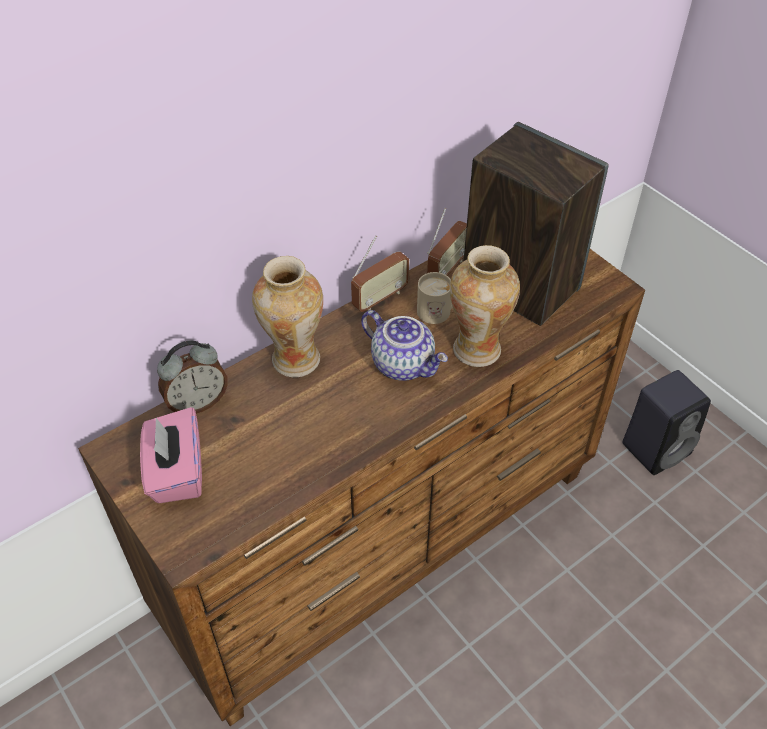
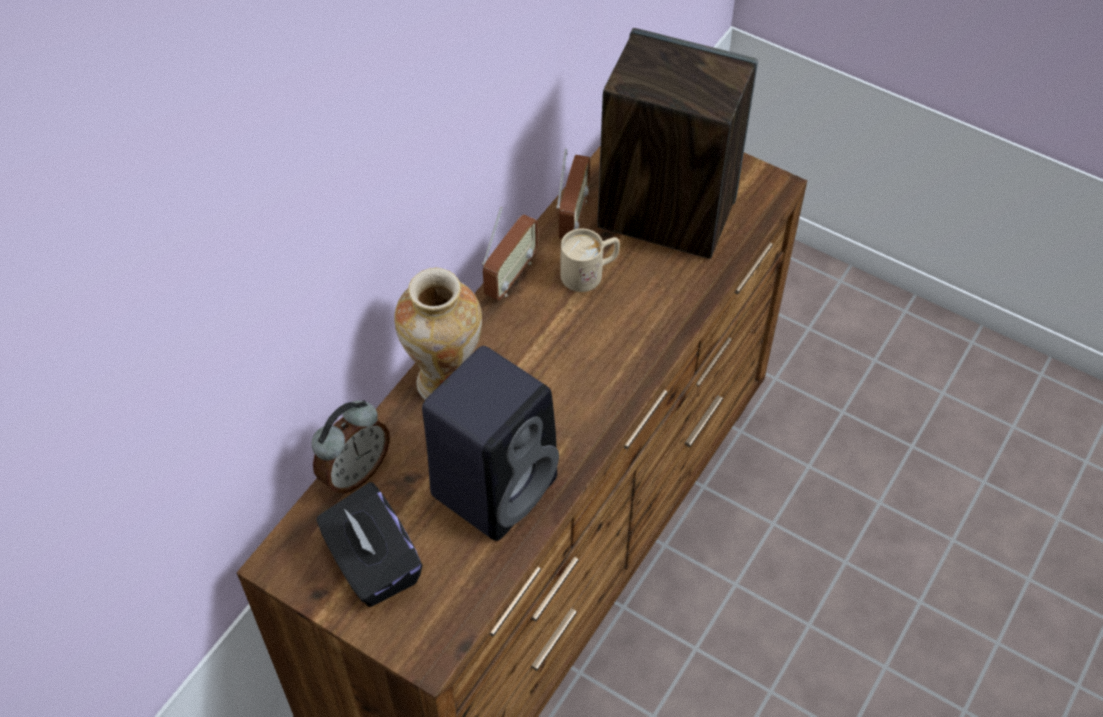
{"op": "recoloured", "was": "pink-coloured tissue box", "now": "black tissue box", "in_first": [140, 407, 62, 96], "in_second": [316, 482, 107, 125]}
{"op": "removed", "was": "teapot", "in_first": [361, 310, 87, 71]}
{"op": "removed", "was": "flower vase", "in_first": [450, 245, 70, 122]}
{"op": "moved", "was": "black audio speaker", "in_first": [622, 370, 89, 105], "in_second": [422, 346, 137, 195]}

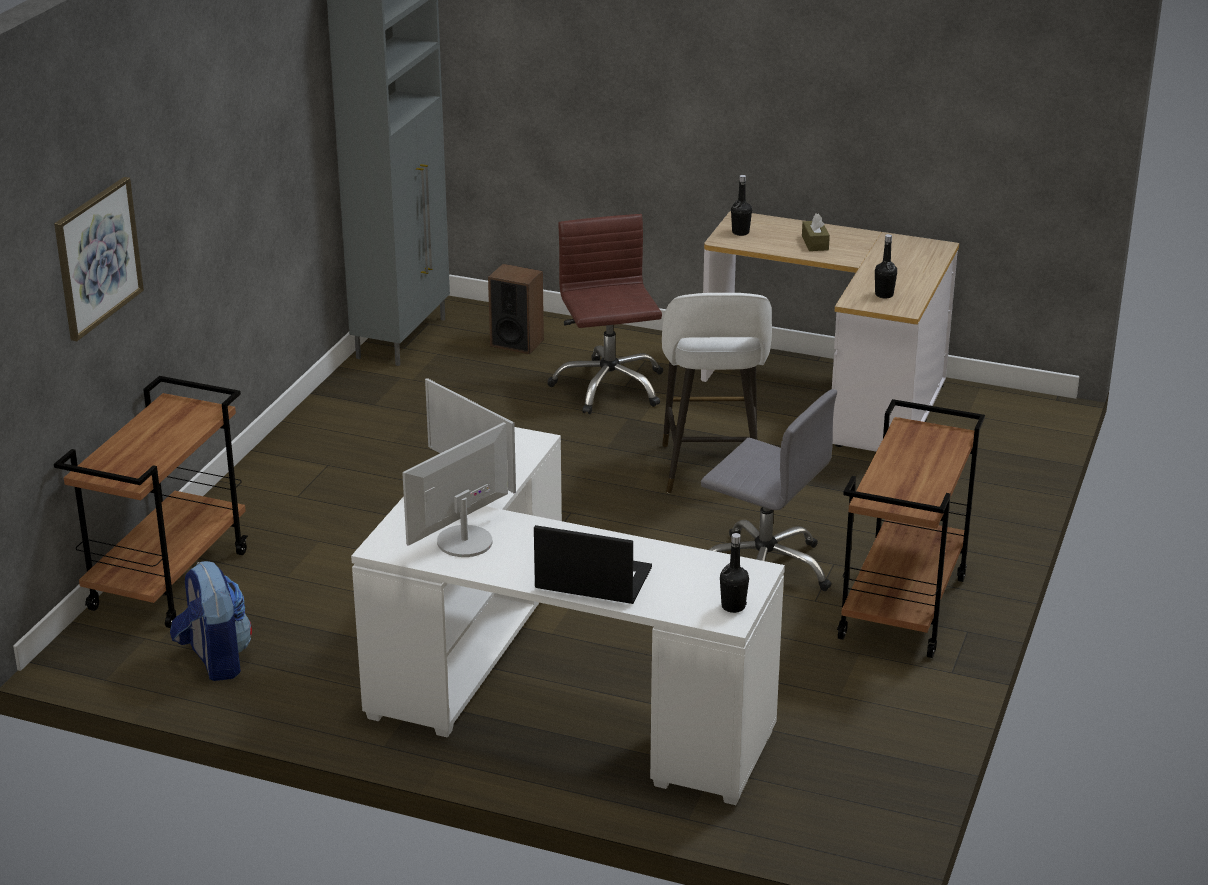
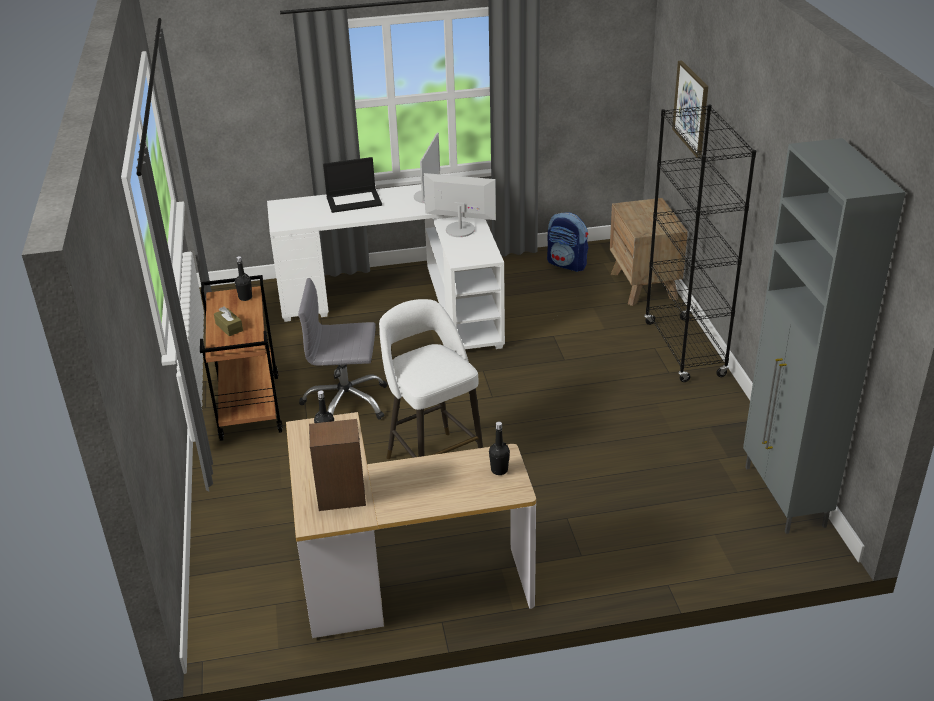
{"op": "replaced", "was": "brown cart", "now": "brown night table", "in_first": [54, 376, 194, 252], "in_second": [610, 198, 78, 108]}
{"op": "moved", "was": "audio speaker", "in_first": [488, 264, 56, 90], "in_second": [309, 419, 57, 92]}
{"op": "removed", "was": "brown desk chair", "in_first": [547, 214, 116, 200]}
{"op": "moved", "was": "black drink bottle", "in_first": [720, 533, 29, 80], "in_second": [235, 256, 17, 45]}
{"op": "moved", "was": "brown tissue box", "in_first": [802, 213, 28, 38], "in_second": [214, 306, 29, 30]}
{"op": "added", "now": "black shelving unit", "in_second": [644, 104, 112, 278]}

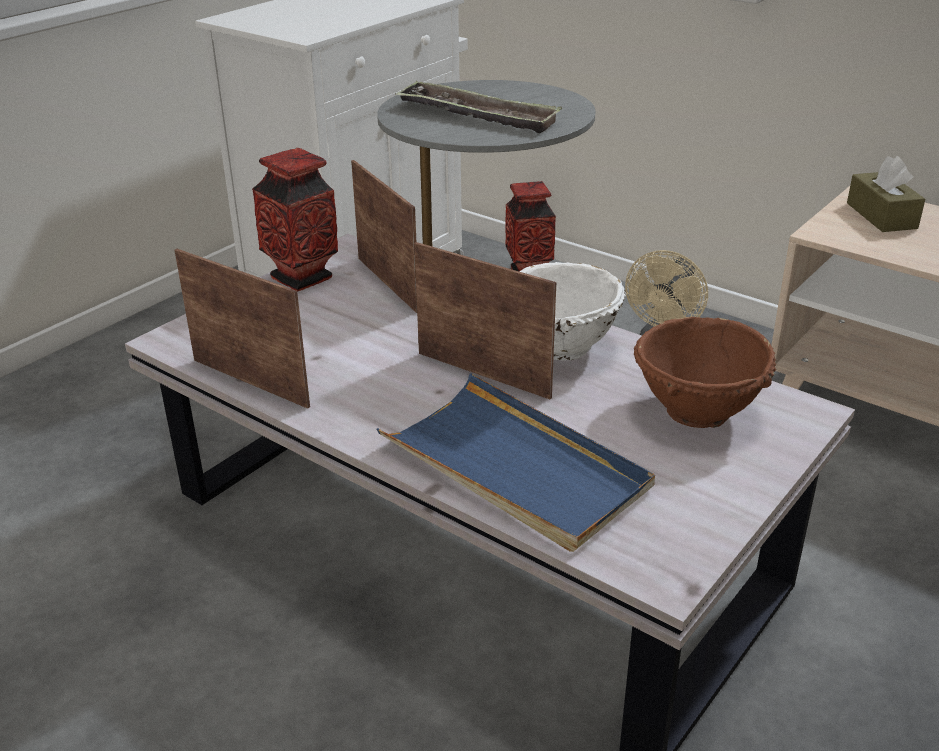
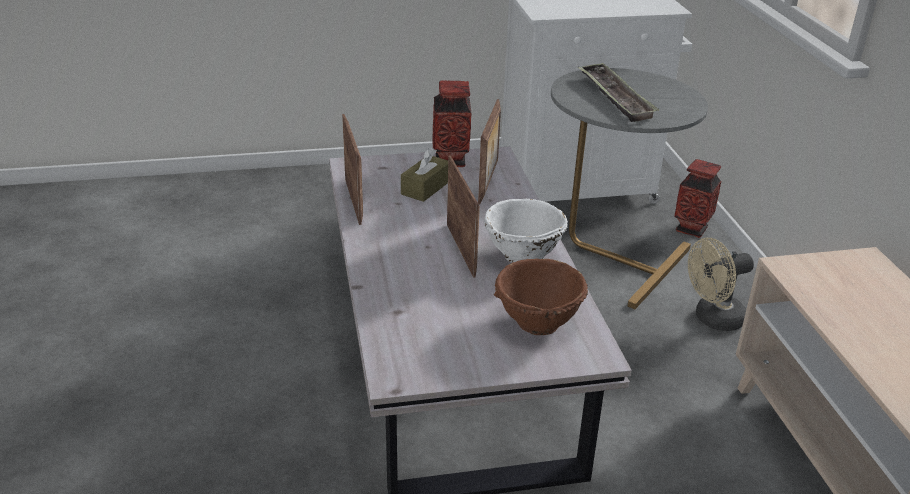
{"op": "removed", "was": "blue-coloured carrying tray", "in_first": [377, 373, 278, 179]}
{"op": "moved", "was": "brown tissue box", "in_first": [847, 156, 78, 76], "in_second": [401, 148, 47, 54]}

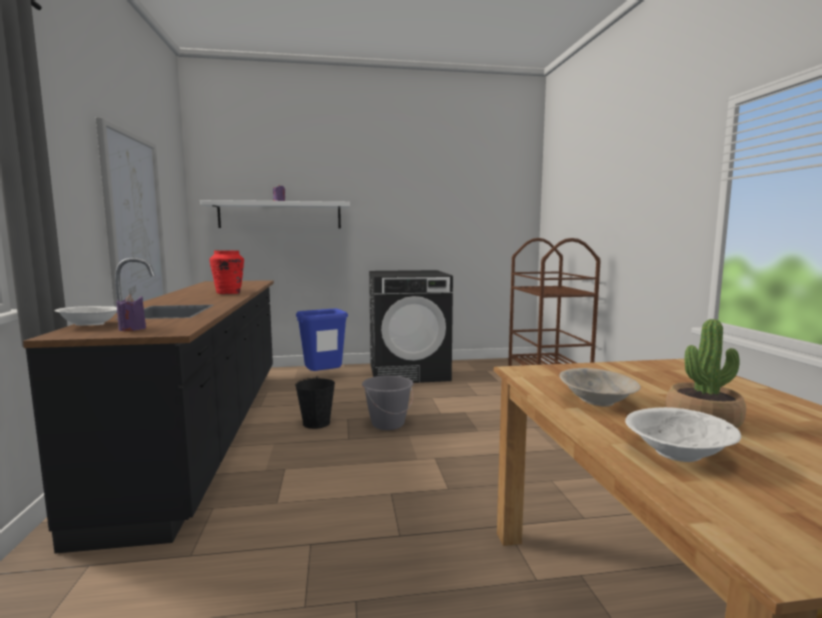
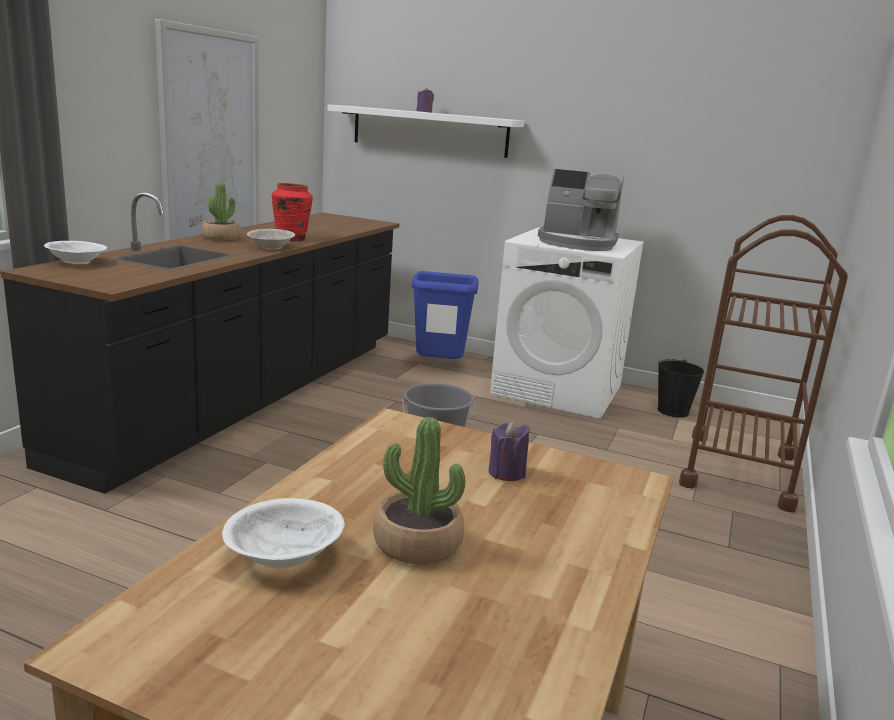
{"op": "moved", "was": "purplish candle", "in_first": [116, 294, 30, 37], "in_second": [488, 421, 41, 60]}
{"op": "moved", "was": "black water bucket", "in_first": [295, 376, 40, 53], "in_second": [658, 359, 46, 59]}
{"op": "recoloured", "was": "black laundry machine", "now": "white-coloured laundry machine", "in_first": [369, 270, 84, 113], "in_second": [490, 227, 154, 192]}
{"op": "moved", "was": "beige-coloured deep dish", "in_first": [559, 368, 82, 39], "in_second": [247, 229, 48, 21]}
{"op": "added", "now": "plant in a pot", "in_second": [201, 181, 39, 60]}
{"op": "added", "now": "coffee maker", "in_second": [538, 169, 86, 82]}

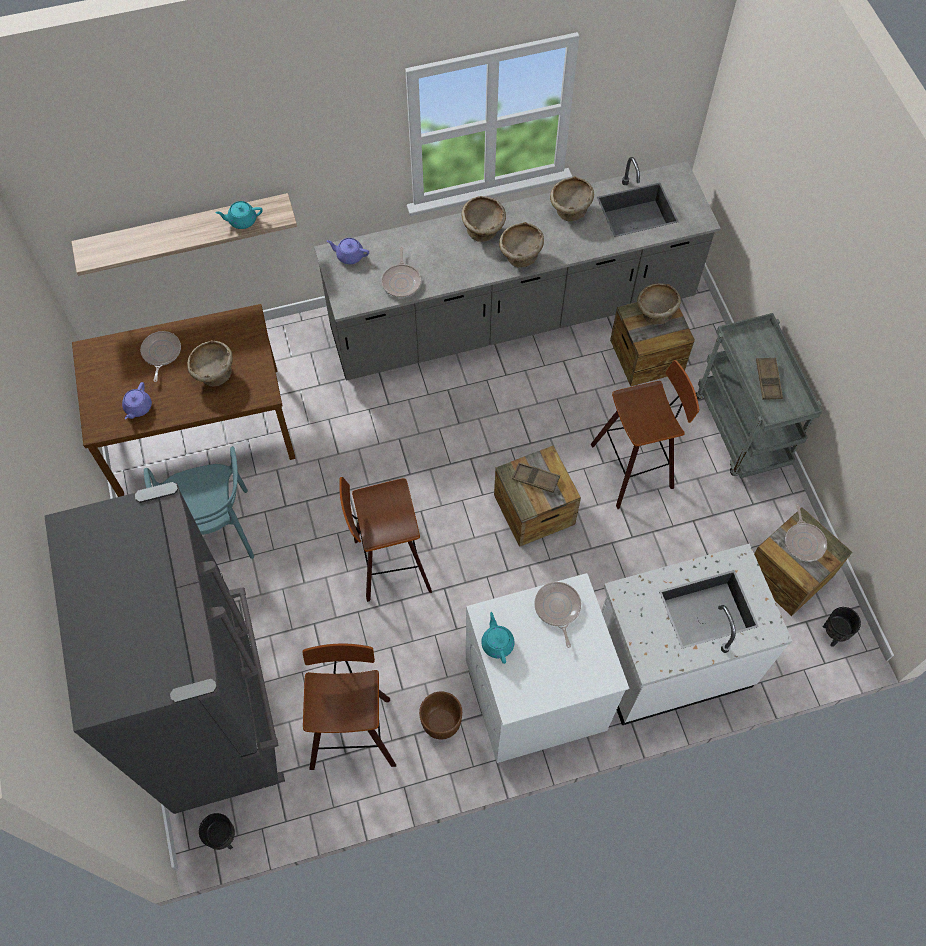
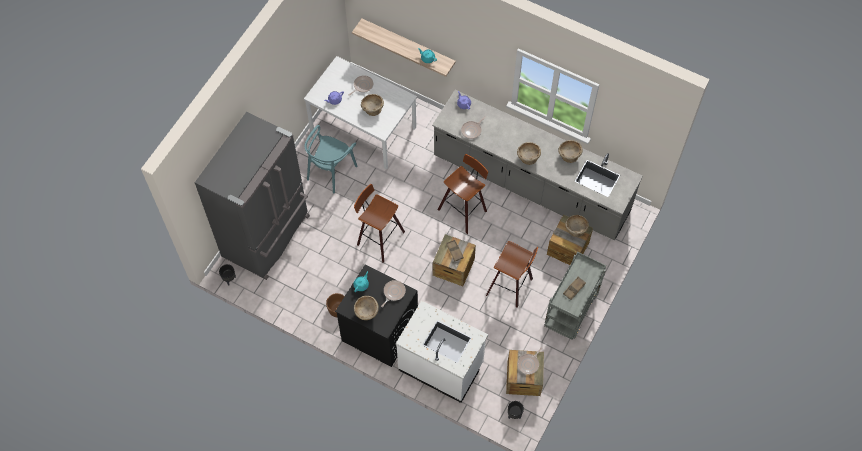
{"op": "recoloured", "was": "brown kitchen table", "now": "white-coloured kitchen table", "in_first": [72, 304, 224, 193], "in_second": [304, 56, 113, 114]}
{"op": "moved", "was": "stool seat", "in_first": [303, 644, 93, 126], "in_second": [438, 154, 50, 80]}
{"op": "moved", "was": "beige-coloured deep dish", "in_first": [461, 196, 45, 46], "in_second": [354, 296, 25, 24]}
{"op": "recoloured", "was": "white-coloured laundry machine", "now": "black laundry machine", "in_first": [466, 573, 164, 190], "in_second": [335, 264, 83, 103]}

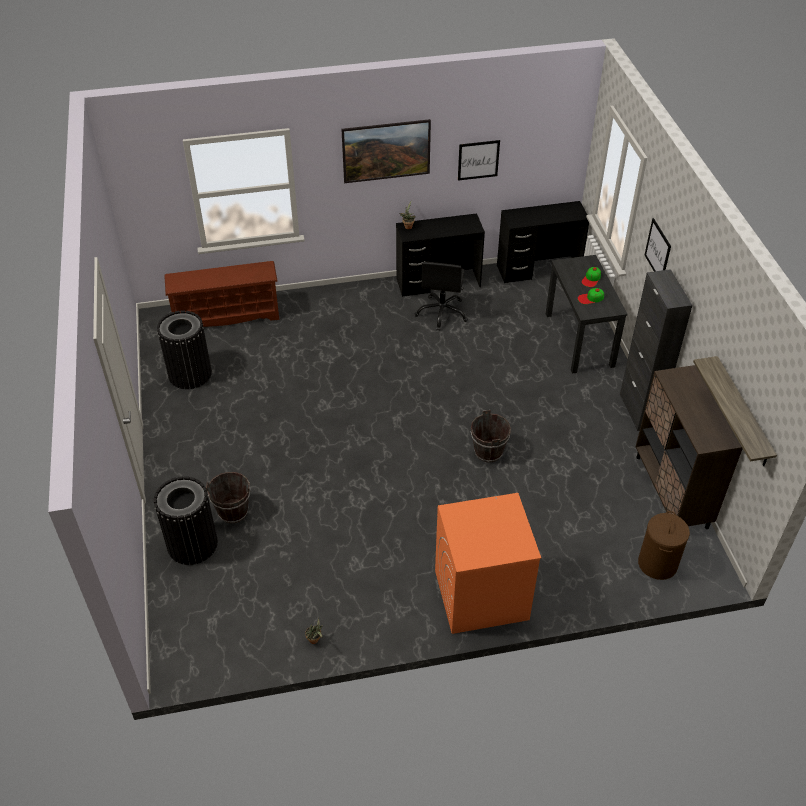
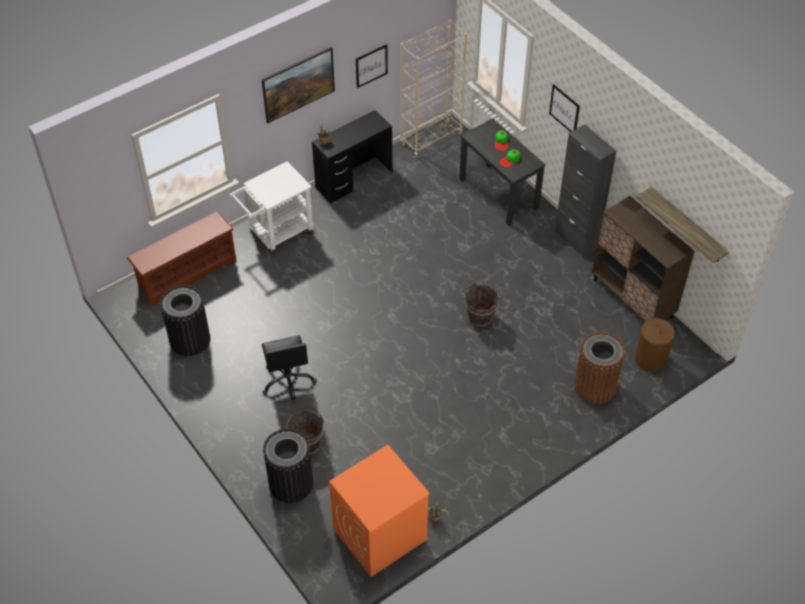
{"op": "moved", "was": "black desk chair", "in_first": [415, 262, 53, 69], "in_second": [262, 335, 55, 68]}
{"op": "moved", "was": "orange laundry machine", "in_first": [435, 493, 106, 141], "in_second": [329, 445, 101, 132]}
{"op": "replaced", "was": "black desk unit", "now": "beige-coloured shelving unit", "in_first": [497, 201, 92, 82], "in_second": [400, 20, 67, 137]}
{"op": "added", "now": "white-coloured cart", "in_second": [229, 161, 85, 93]}
{"op": "added", "now": "brown waste bin", "in_second": [574, 332, 51, 72]}

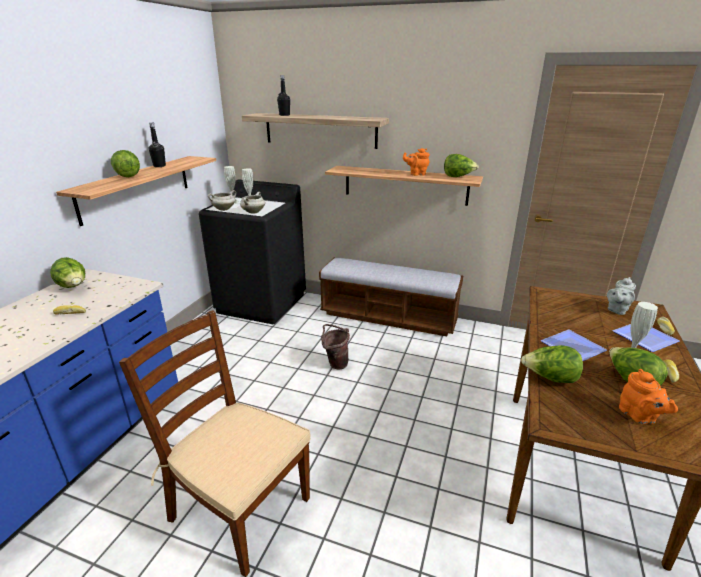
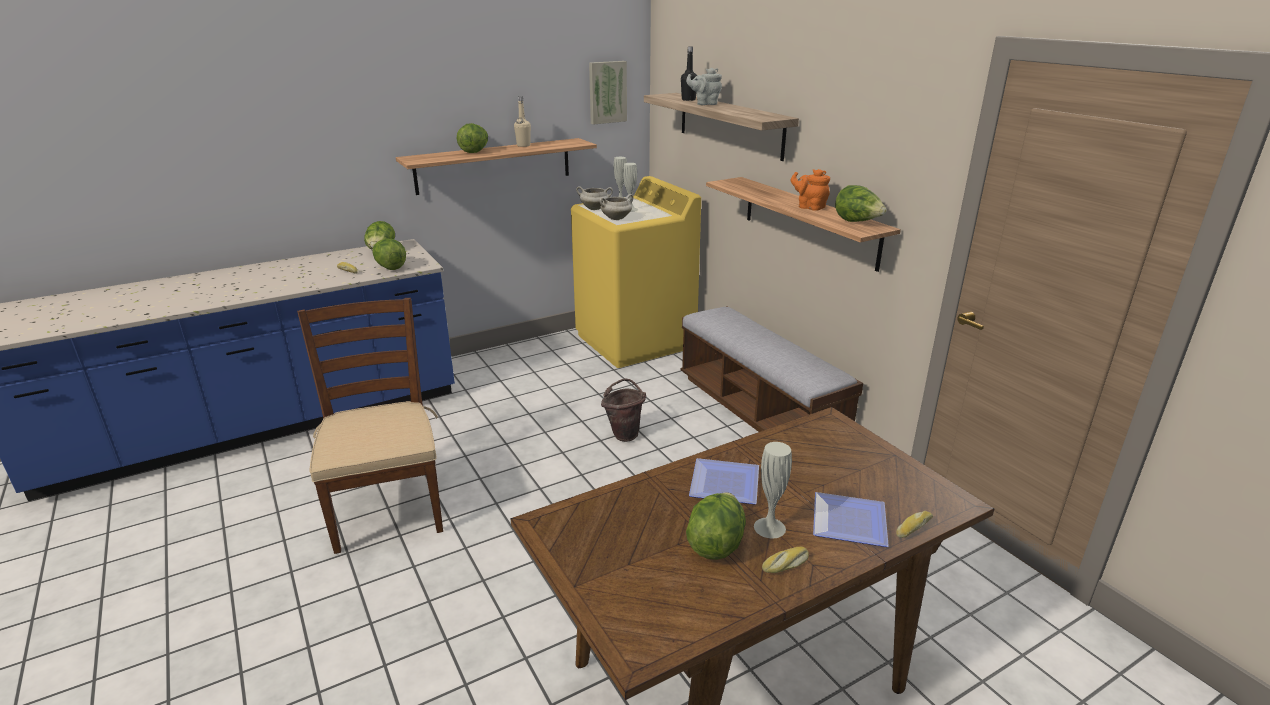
{"op": "recoloured", "was": "black drink bottle", "now": "beige-coloured drink bottle", "in_first": [149, 123, 17, 44], "in_second": [514, 96, 17, 51]}
{"op": "recoloured", "was": "black laundry machine", "now": "yellow-coloured laundry machine", "in_first": [199, 179, 107, 145], "in_second": [571, 176, 130, 192]}
{"op": "moved", "was": "head of lettuce", "in_first": [521, 345, 62, 38], "in_second": [373, 239, 33, 31]}
{"op": "moved", "was": "greyish teapot", "in_first": [607, 277, 29, 38], "in_second": [686, 68, 36, 37]}
{"op": "removed", "was": "orange teapot", "in_first": [619, 369, 59, 55]}
{"op": "added", "now": "wall art", "in_second": [589, 61, 38, 64]}

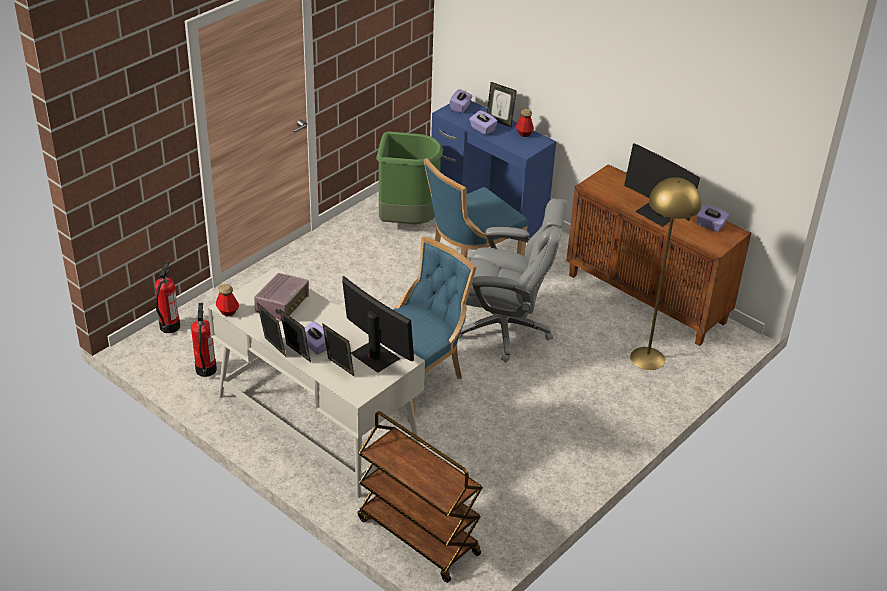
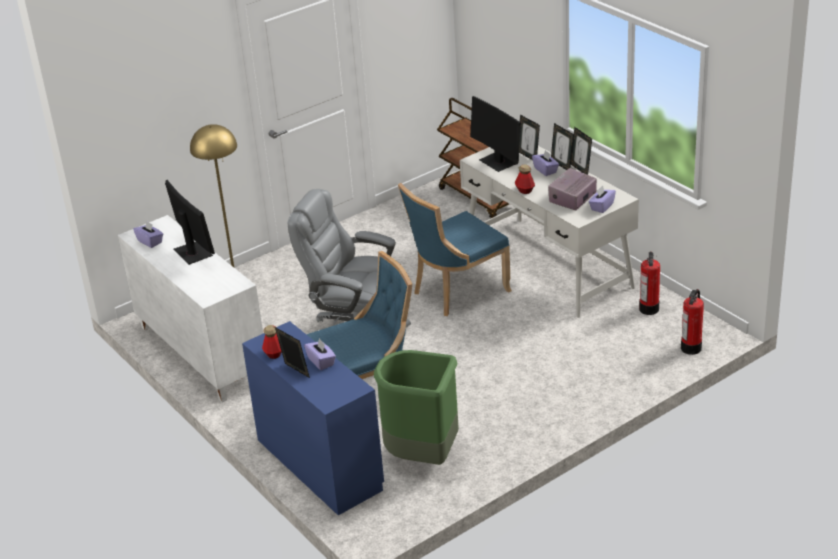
{"op": "moved", "was": "drink bottle", "in_first": [216, 284, 23, 33], "in_second": [515, 164, 20, 30]}
{"op": "moved", "was": "purplish tissue box", "in_first": [450, 89, 23, 24], "in_second": [589, 186, 27, 27]}
{"op": "recoloured", "was": "brown cabinet", "now": "white-coloured cabinet", "in_first": [566, 164, 185, 182], "in_second": [118, 215, 145, 187]}

